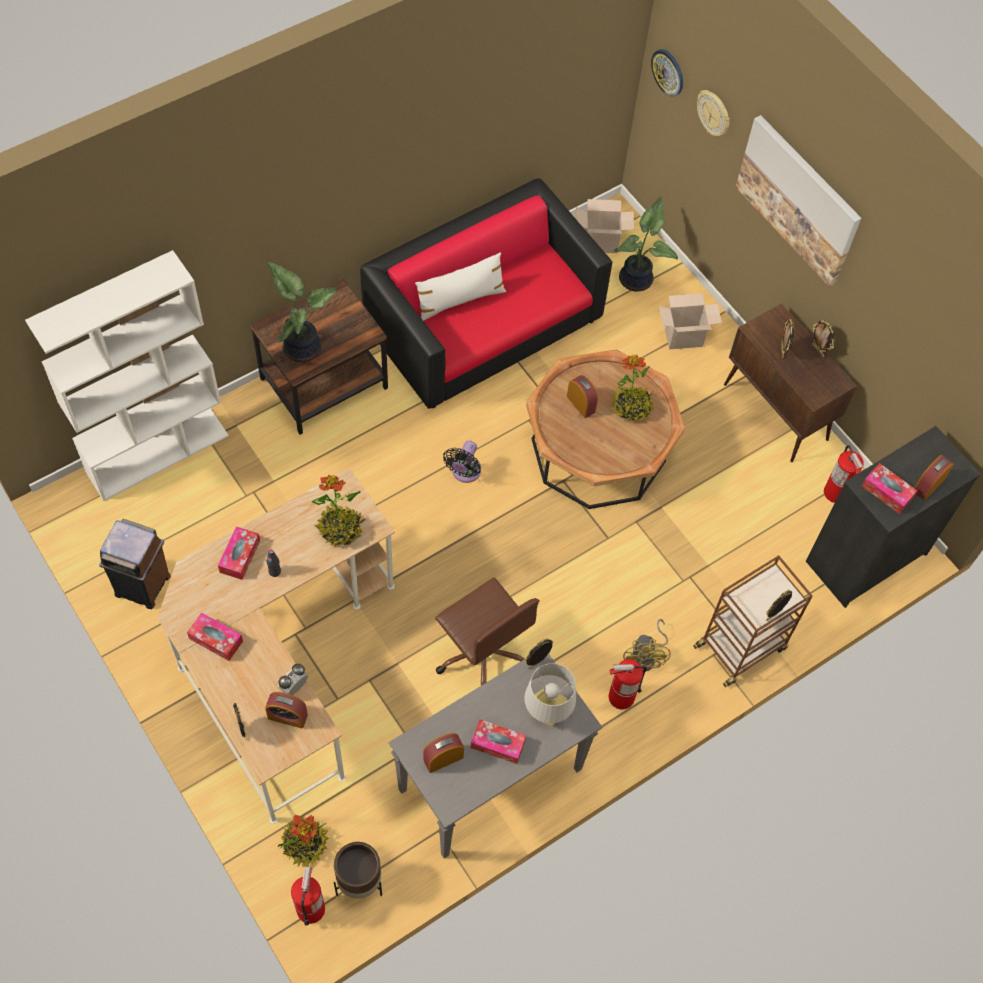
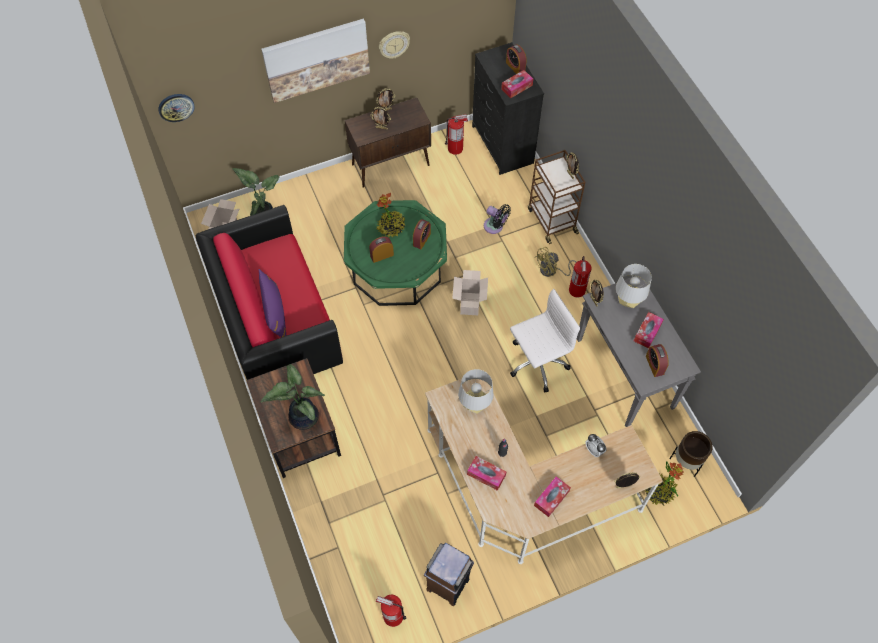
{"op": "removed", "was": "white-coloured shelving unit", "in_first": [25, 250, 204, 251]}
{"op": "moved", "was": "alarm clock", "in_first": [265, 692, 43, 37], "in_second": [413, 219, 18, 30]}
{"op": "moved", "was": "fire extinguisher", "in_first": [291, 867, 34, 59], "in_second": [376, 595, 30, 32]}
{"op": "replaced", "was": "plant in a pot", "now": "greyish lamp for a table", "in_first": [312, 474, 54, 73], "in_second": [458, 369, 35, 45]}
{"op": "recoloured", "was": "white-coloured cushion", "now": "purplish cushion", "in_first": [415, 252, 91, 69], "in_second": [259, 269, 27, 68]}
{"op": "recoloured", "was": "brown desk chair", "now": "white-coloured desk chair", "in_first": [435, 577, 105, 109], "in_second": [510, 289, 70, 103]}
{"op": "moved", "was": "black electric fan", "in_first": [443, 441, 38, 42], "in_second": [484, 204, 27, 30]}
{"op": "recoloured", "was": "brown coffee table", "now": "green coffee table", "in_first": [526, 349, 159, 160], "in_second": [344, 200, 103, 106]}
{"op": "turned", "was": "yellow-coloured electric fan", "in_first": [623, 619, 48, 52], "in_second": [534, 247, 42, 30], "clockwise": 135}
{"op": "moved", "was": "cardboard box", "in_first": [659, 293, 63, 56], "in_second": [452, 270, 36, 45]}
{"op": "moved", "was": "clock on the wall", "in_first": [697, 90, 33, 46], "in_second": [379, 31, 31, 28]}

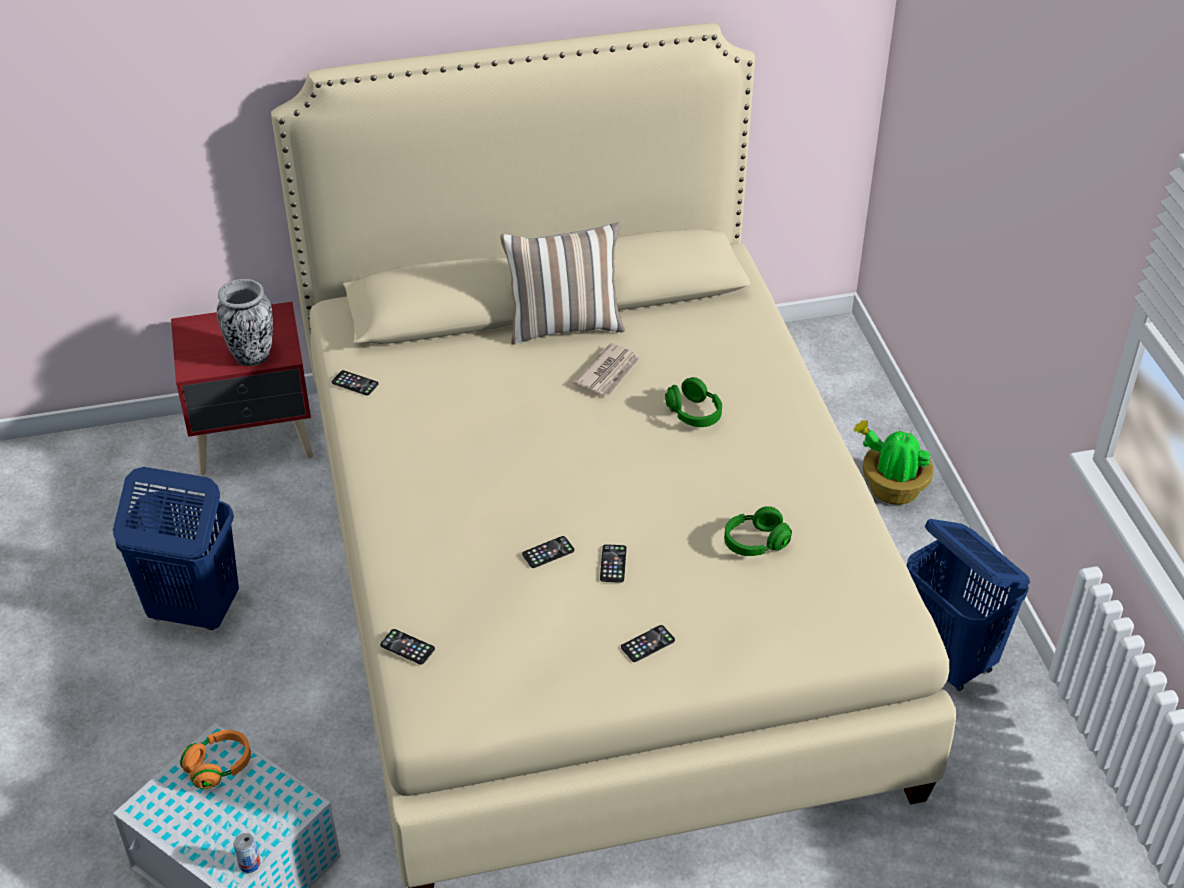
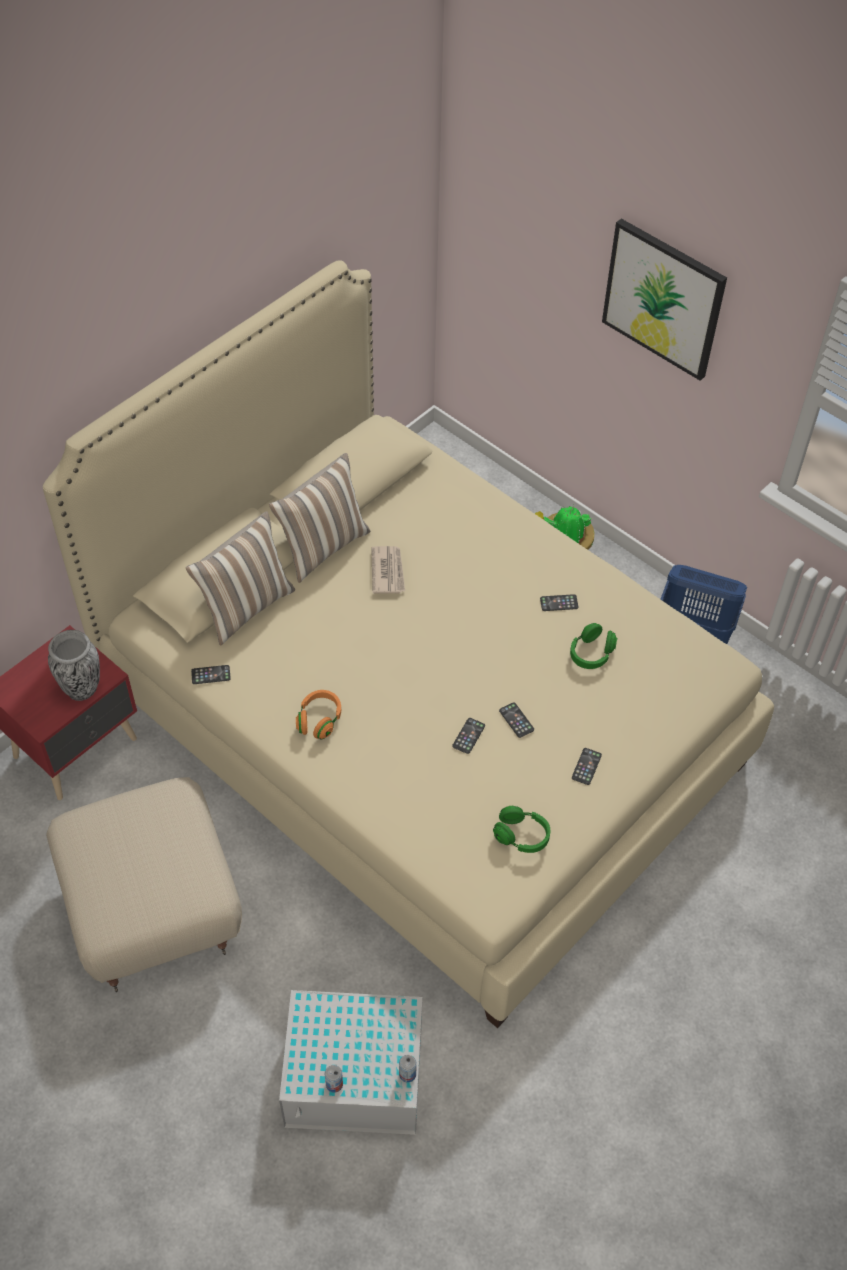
{"op": "replaced", "was": "blue-coloured hamper", "now": "beige-coloured pouffe", "in_first": [113, 467, 126, 163], "in_second": [46, 777, 196, 215]}
{"op": "moved", "was": "orange pair of headphones", "in_first": [180, 730, 71, 59], "in_second": [296, 690, 45, 49]}
{"op": "moved", "was": "handset", "in_first": [380, 629, 55, 36], "in_second": [540, 594, 38, 17]}
{"op": "moved", "was": "green pair of headphones", "in_first": [665, 377, 57, 50], "in_second": [493, 806, 57, 47]}
{"op": "added", "now": "cushion", "in_second": [186, 511, 109, 135]}
{"op": "added", "now": "sealed can", "in_second": [325, 1065, 18, 28]}
{"op": "added", "now": "wall art", "in_second": [602, 219, 125, 162]}

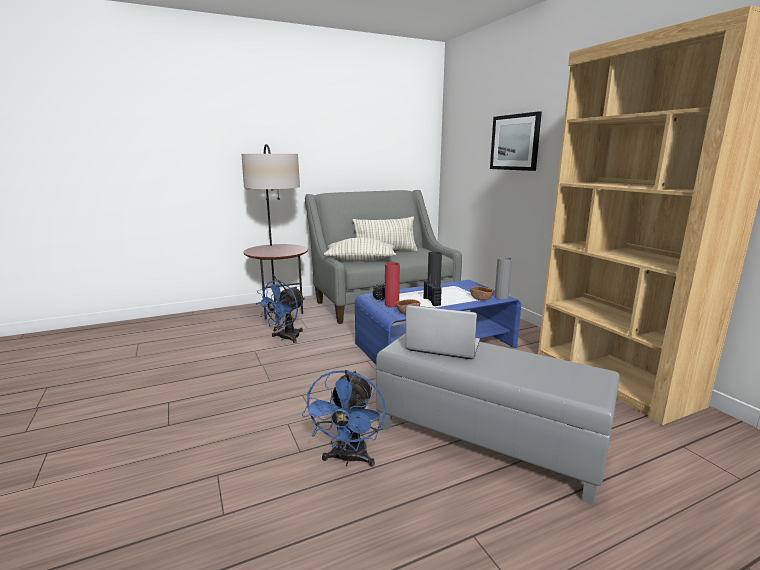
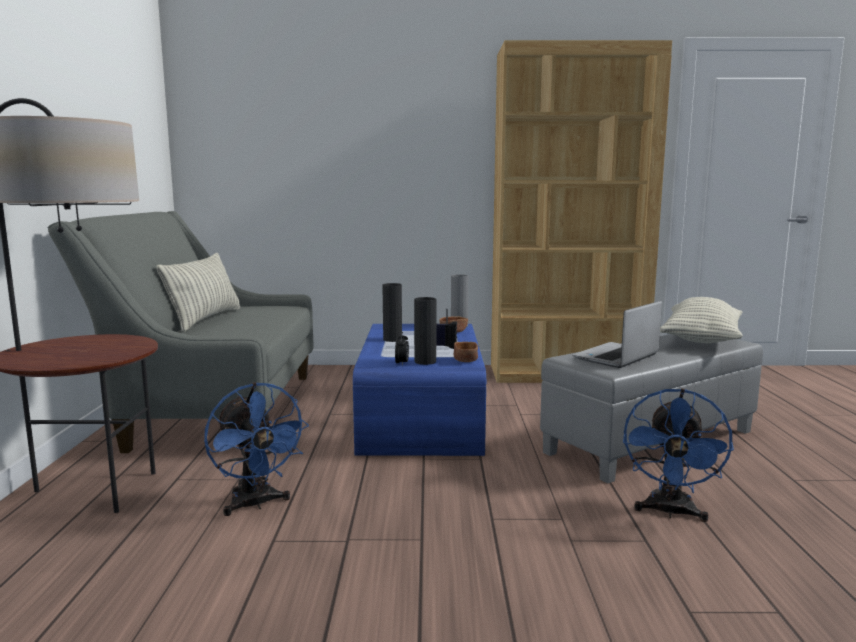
{"op": "turned", "was": "blue-coloured electric fan", "in_first": [302, 370, 84, 97], "in_second": [623, 388, 111, 134], "clockwise": 75}
{"op": "moved", "was": "cushion", "in_first": [324, 238, 72, 23], "in_second": [660, 297, 83, 46]}
{"op": "recoloured", "was": "red-coloured flower vase", "now": "black flower vase", "in_first": [385, 262, 15, 45], "in_second": [414, 297, 22, 68]}
{"op": "removed", "was": "wall art", "in_first": [490, 111, 52, 60]}

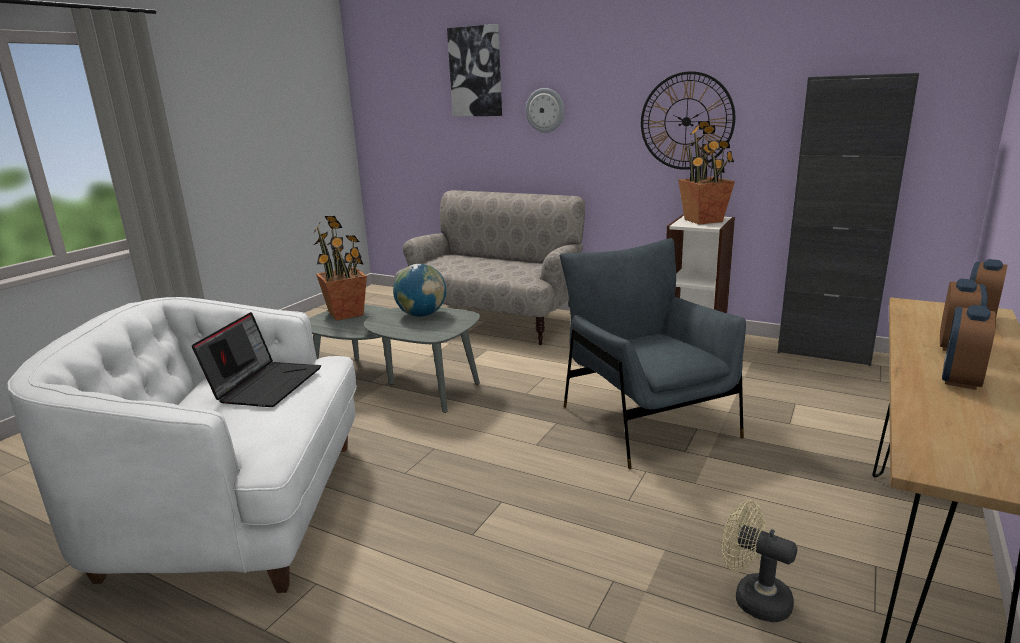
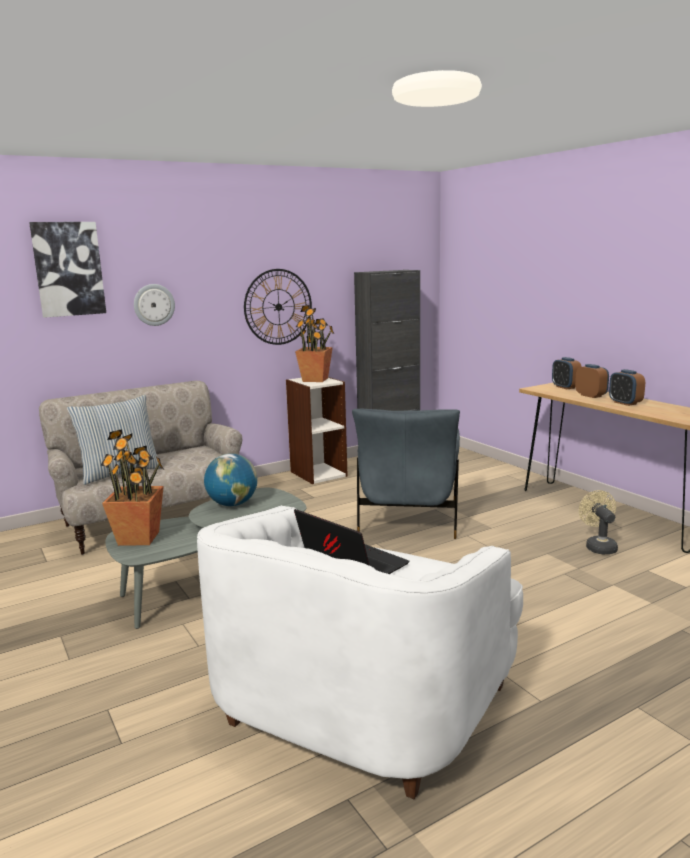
{"op": "turned", "was": "greyish armchair", "in_first": [560, 238, 186, 231], "in_second": [352, 409, 108, 130], "clockwise": -90}
{"op": "turned", "was": "beige-coloured electric fan", "in_first": [722, 500, 75, 122], "in_second": [579, 490, 39, 64], "clockwise": 105}
{"op": "added", "now": "cushion", "in_second": [67, 395, 94, 90]}

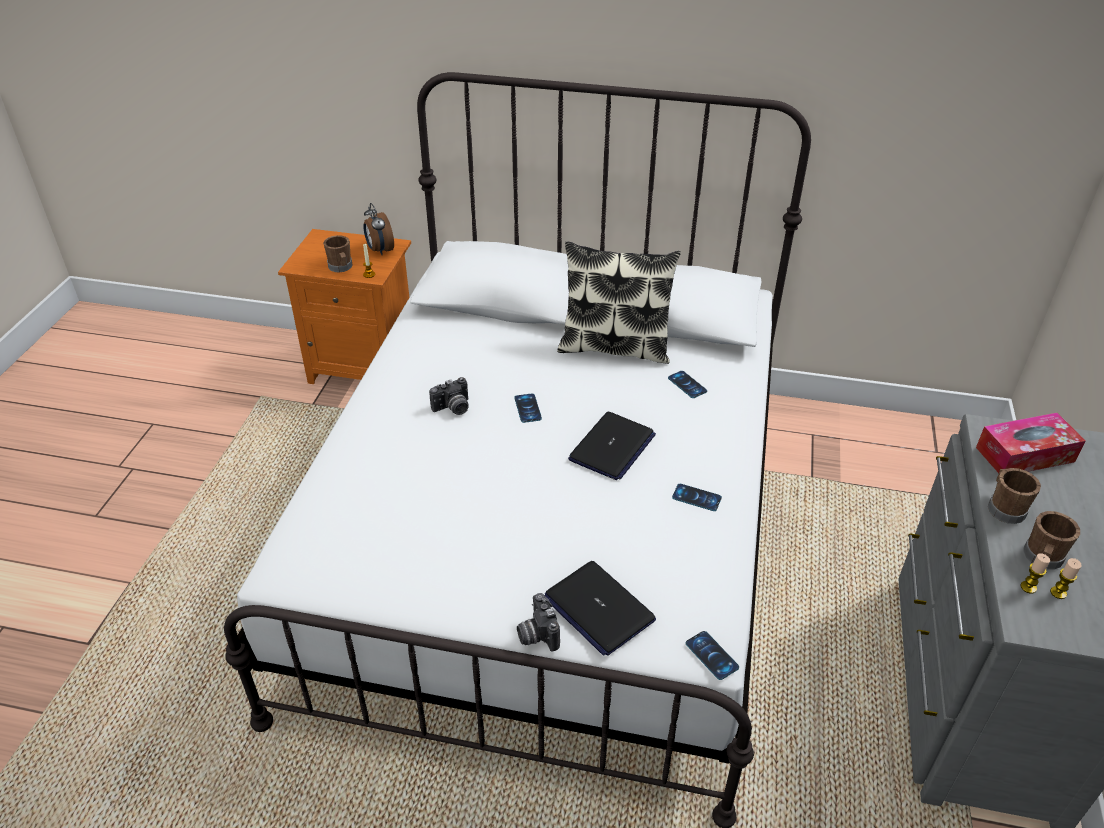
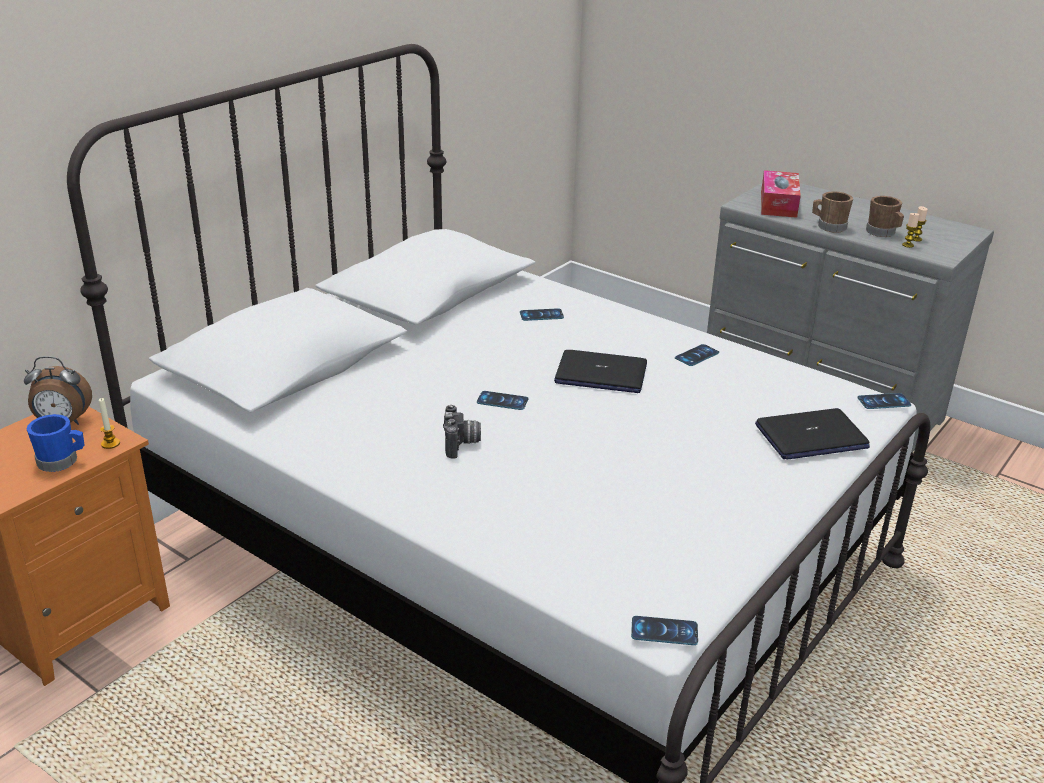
{"op": "recoloured", "was": "brown coffee mug", "now": "blue-coloured coffee mug", "in_first": [323, 235, 30, 37], "in_second": [27, 414, 58, 58]}
{"op": "removed", "was": "photo camera", "in_first": [517, 593, 43, 59]}
{"op": "removed", "was": "cushion", "in_first": [557, 241, 124, 123]}
{"op": "turned", "was": "notebook computer", "in_first": [568, 412, 88, 68], "in_second": [554, 350, 93, 43], "clockwise": 135}
{"op": "added", "now": "handset", "in_second": [631, 616, 67, 29]}

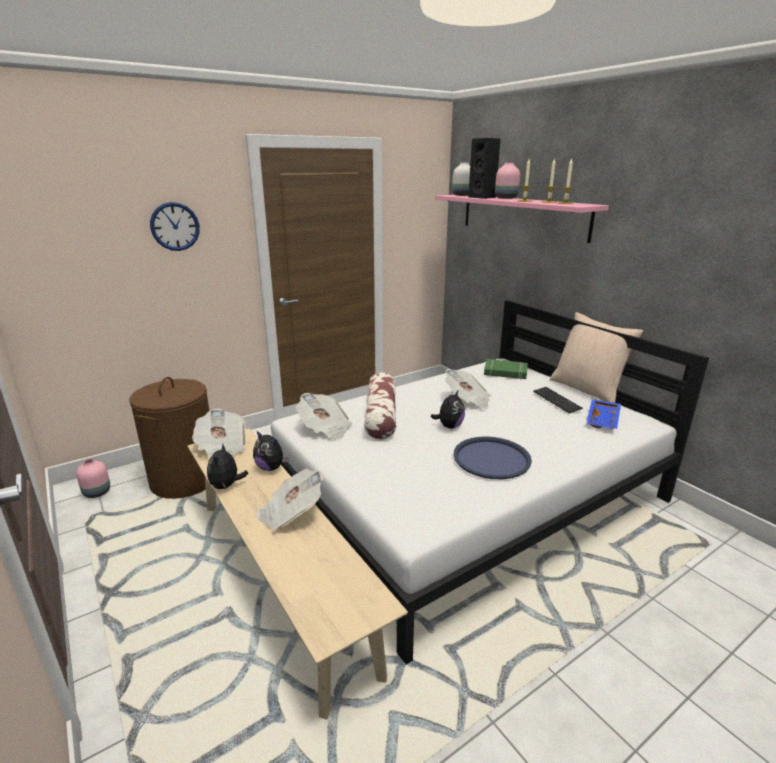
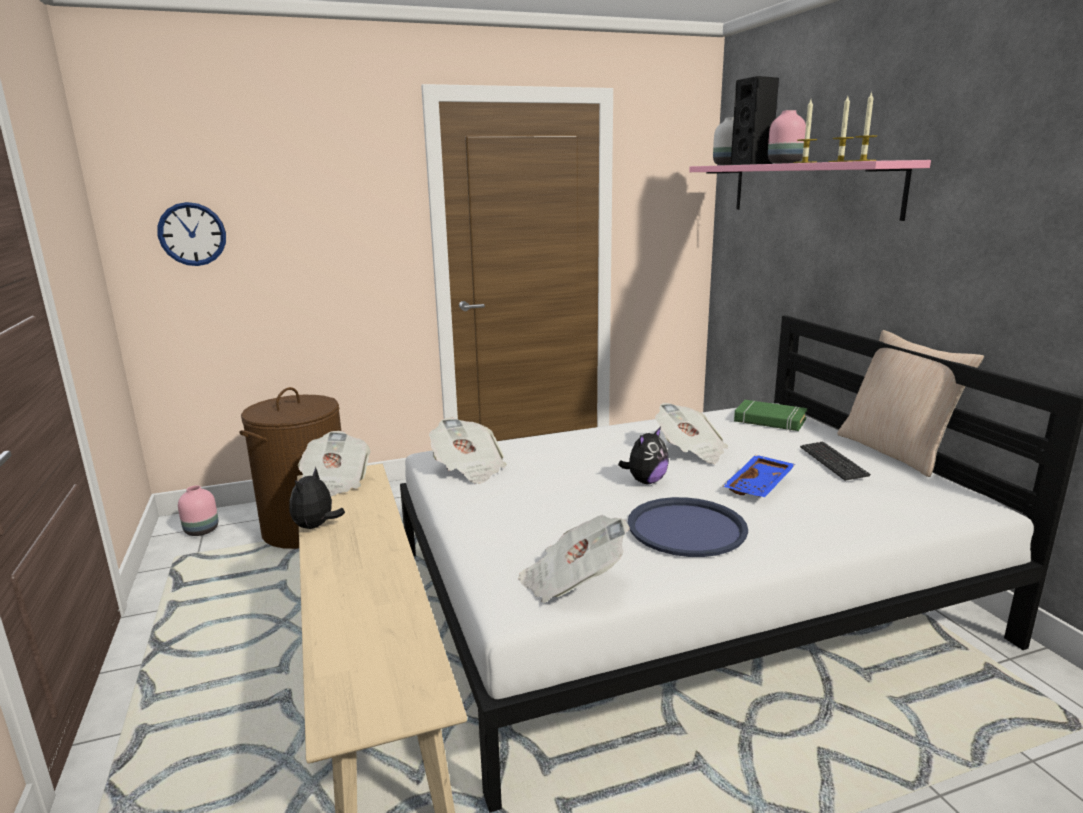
{"op": "moved", "was": "clock on the wall", "in_first": [150, 202, 50, 49], "in_second": [157, 202, 69, 64]}
{"op": "removed", "was": "plush toy", "in_first": [253, 431, 36, 40]}
{"op": "moved", "was": "newspaper", "in_first": [256, 469, 68, 62], "in_second": [518, 515, 112, 88]}
{"op": "removed", "was": "cushion", "in_first": [364, 373, 32, 66]}
{"op": "moved", "was": "blue-coloured carrying tray", "in_first": [586, 399, 35, 30], "in_second": [722, 455, 74, 42]}

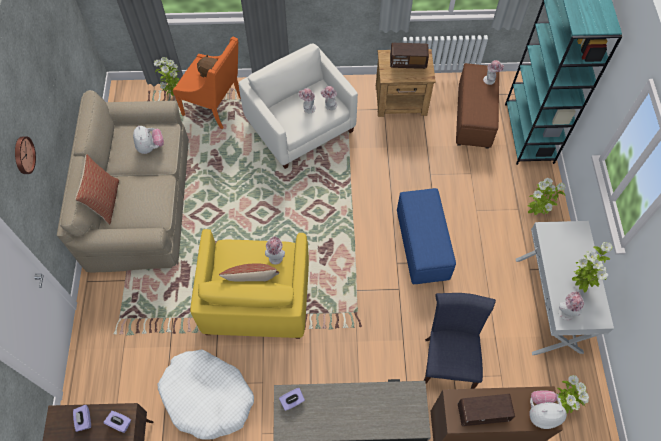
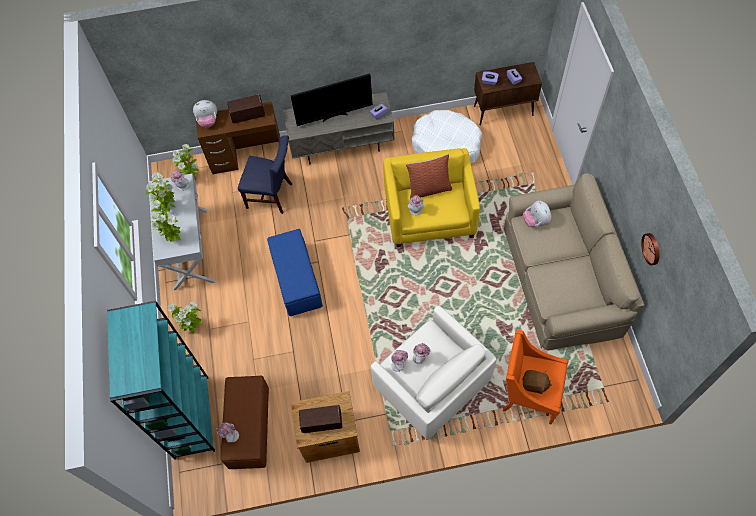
{"op": "moved", "was": "clock on the wall", "in_first": [15, 136, 21, 38], "in_second": [641, 233, 18, 32]}
{"op": "removed", "was": "cushion", "in_first": [75, 154, 44, 70]}
{"op": "moved", "was": "plush toy", "in_first": [133, 126, 31, 28], "in_second": [523, 201, 29, 26]}
{"op": "moved", "was": "plant in a pot", "in_first": [154, 57, 26, 39], "in_second": [151, 200, 30, 42]}
{"op": "turned", "was": "blue-coloured plain chair", "in_first": [423, 293, 73, 96], "in_second": [238, 135, 54, 79], "clockwise": -75}
{"op": "added", "now": "television", "in_second": [290, 74, 83, 52]}

